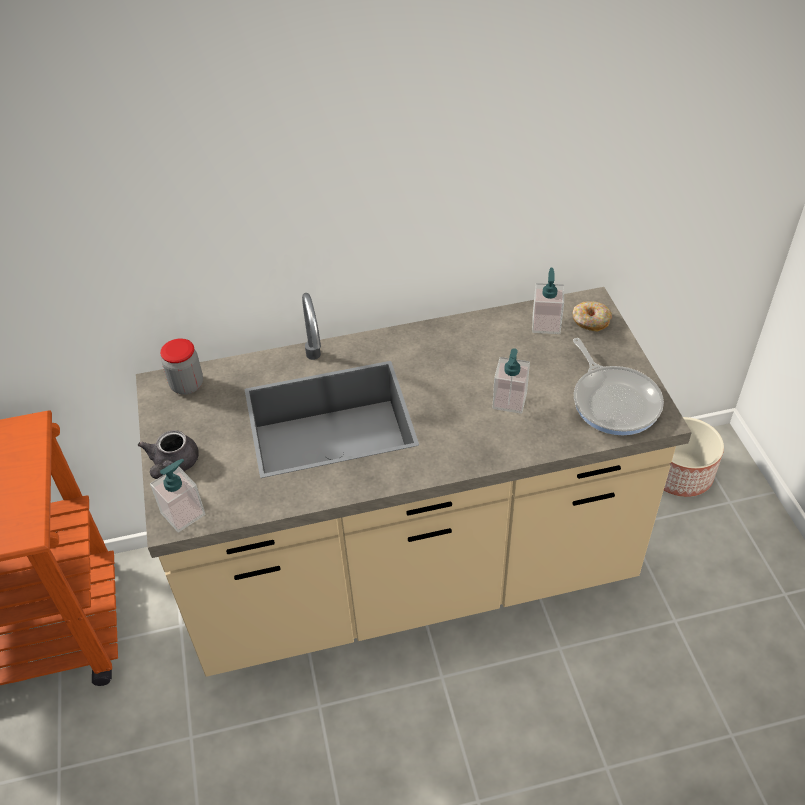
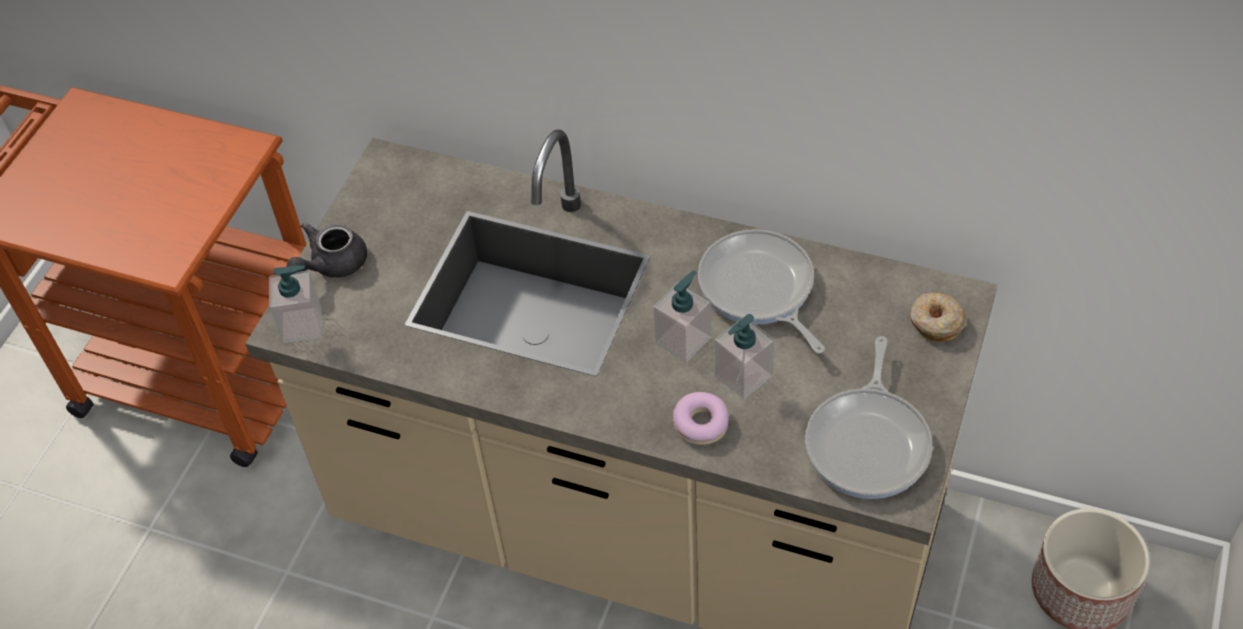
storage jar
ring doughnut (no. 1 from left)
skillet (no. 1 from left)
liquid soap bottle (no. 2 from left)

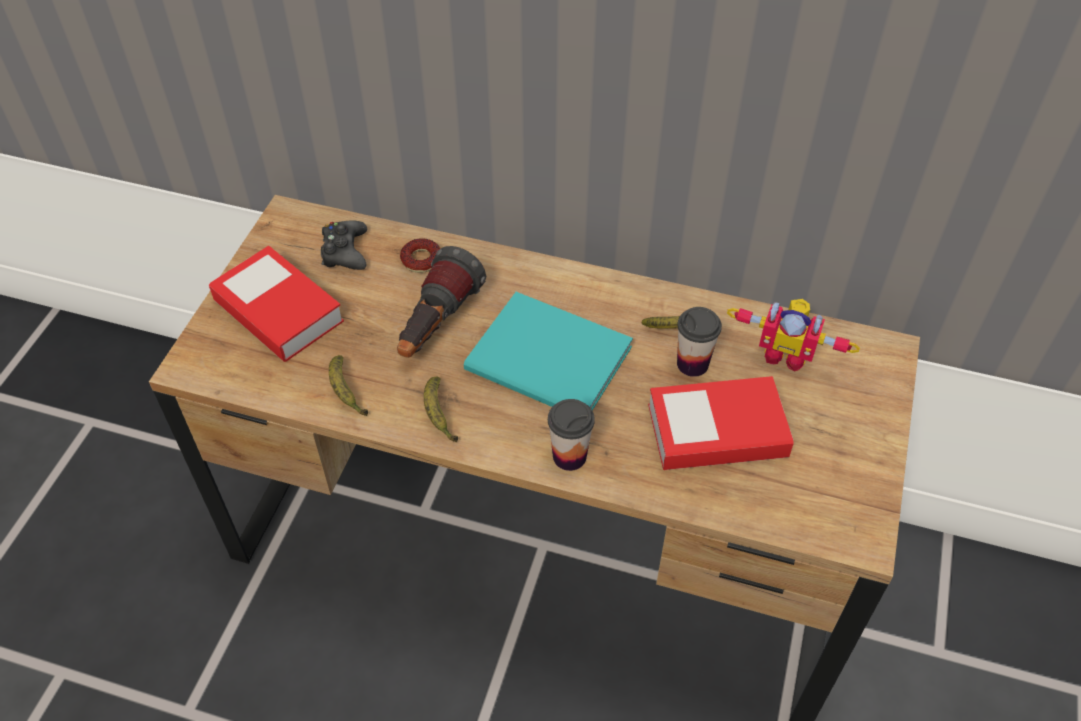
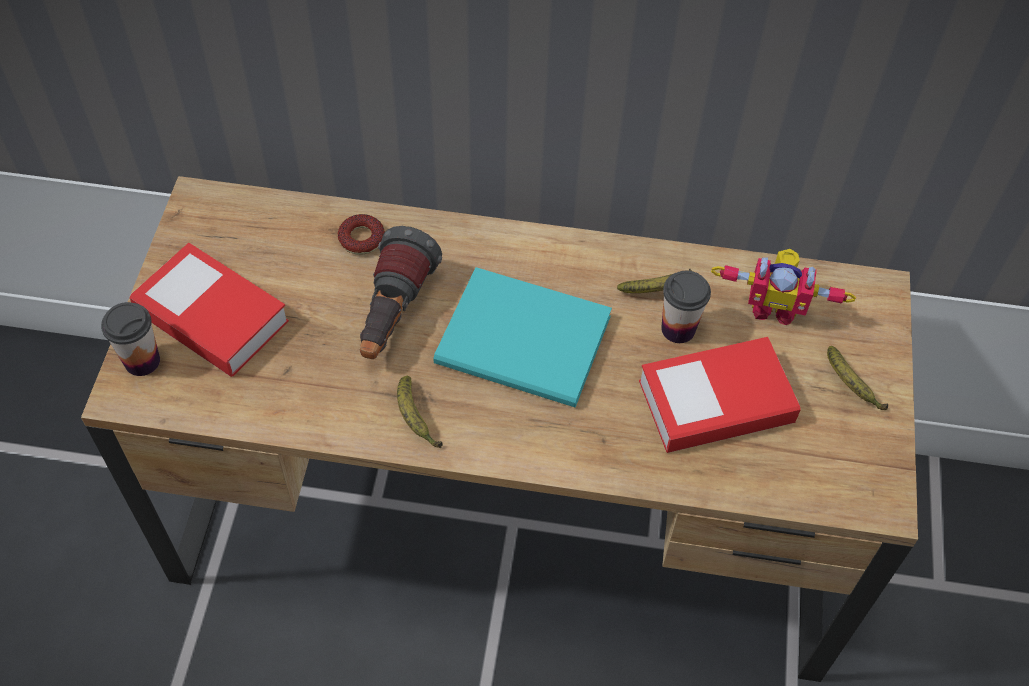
black gamepad
whole banana (no. 3 from left)
cup (no. 1 from left)

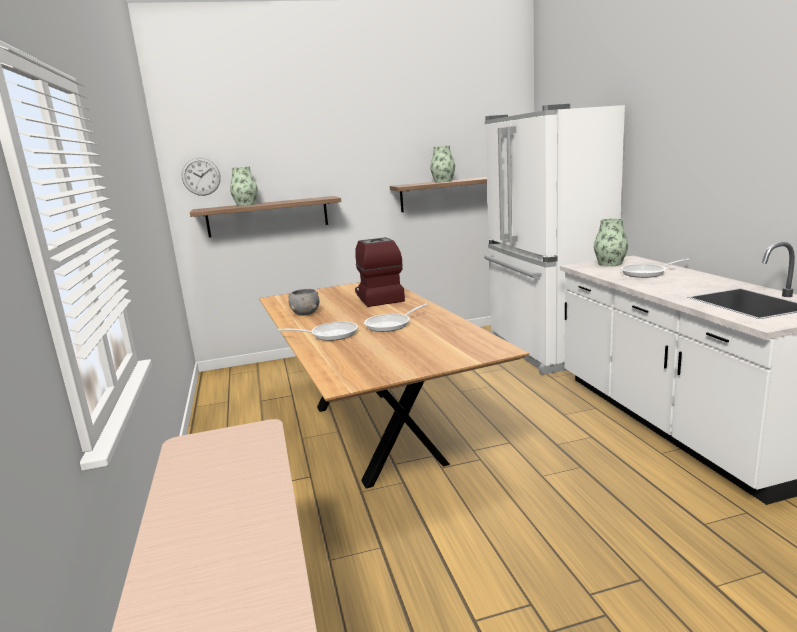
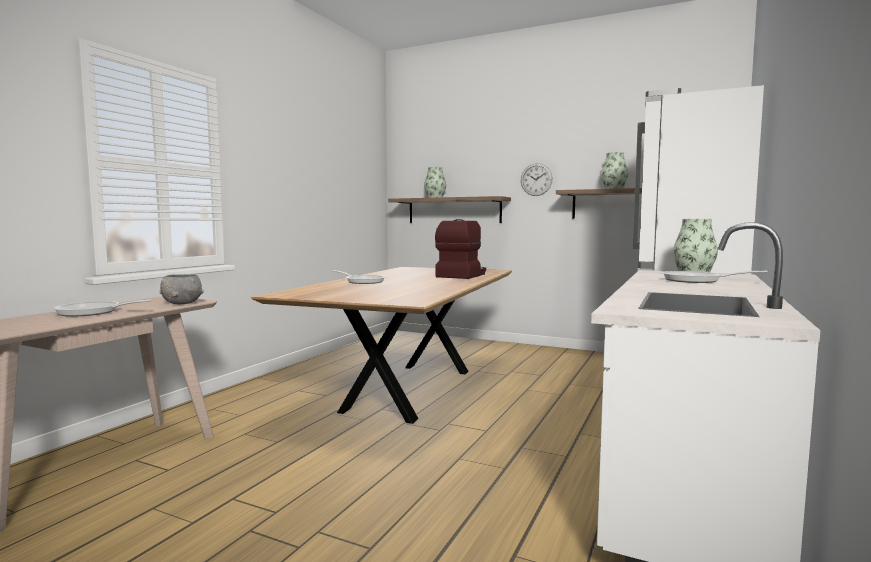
clock on the wall
grey deep dish
skillet (no. 1 from left)

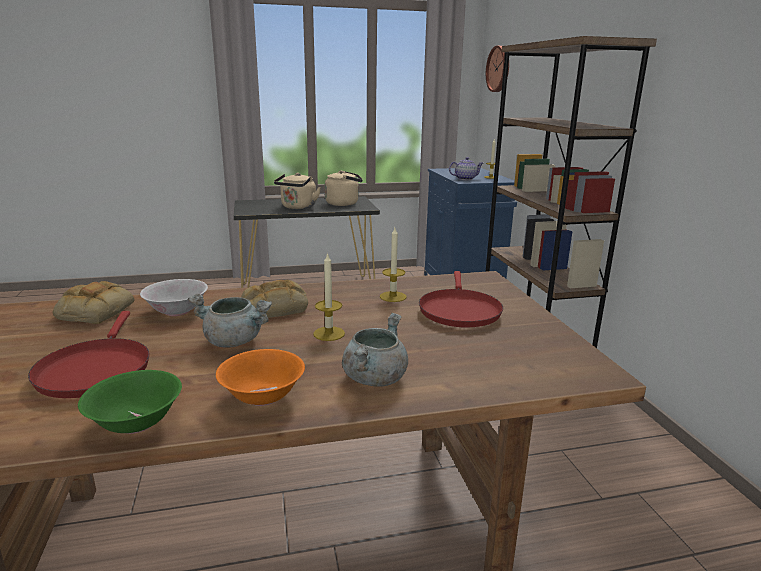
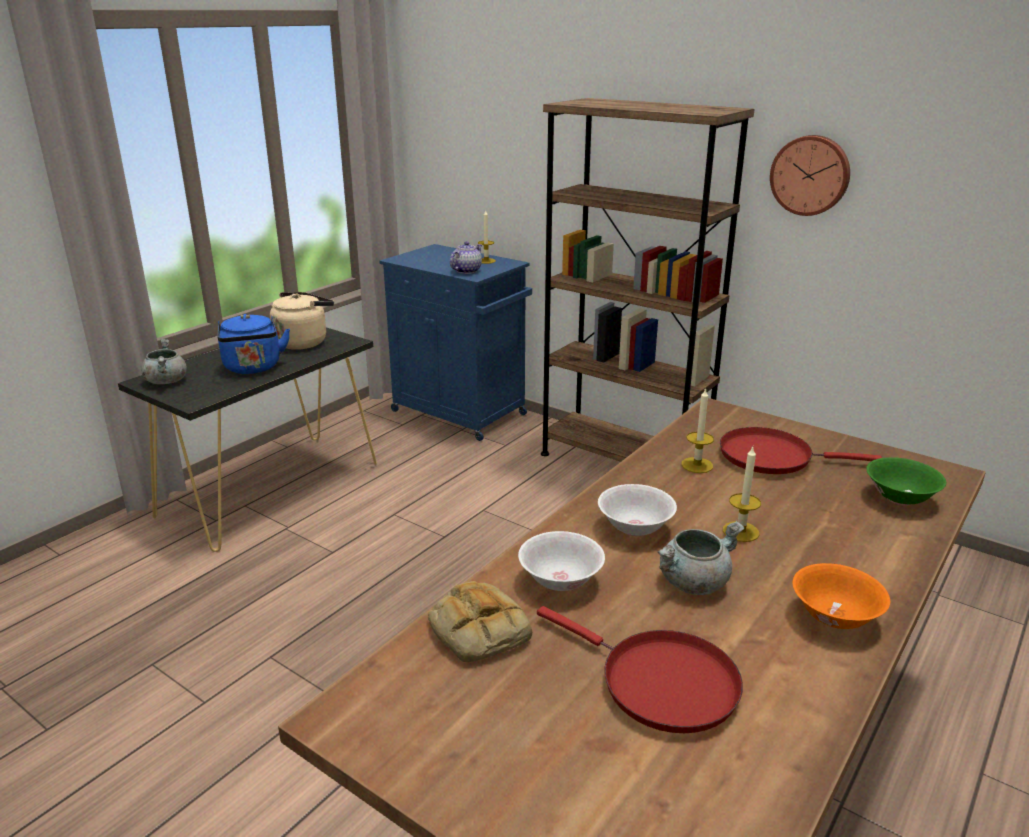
greenish deep dish
grey cooking pot (no. 1 from left)
clock on the wall
white-coloured deep dish (no. 2 from left)
blue water kettle
red-coloured skillet (no. 2 from left)

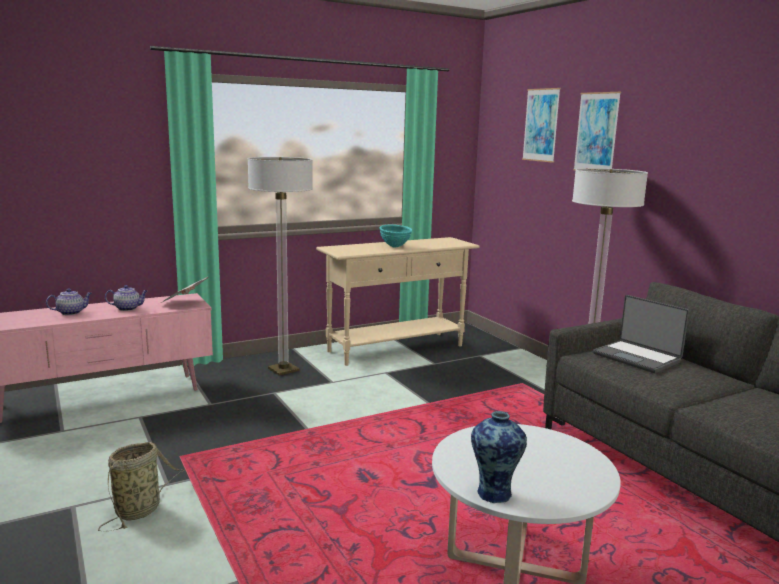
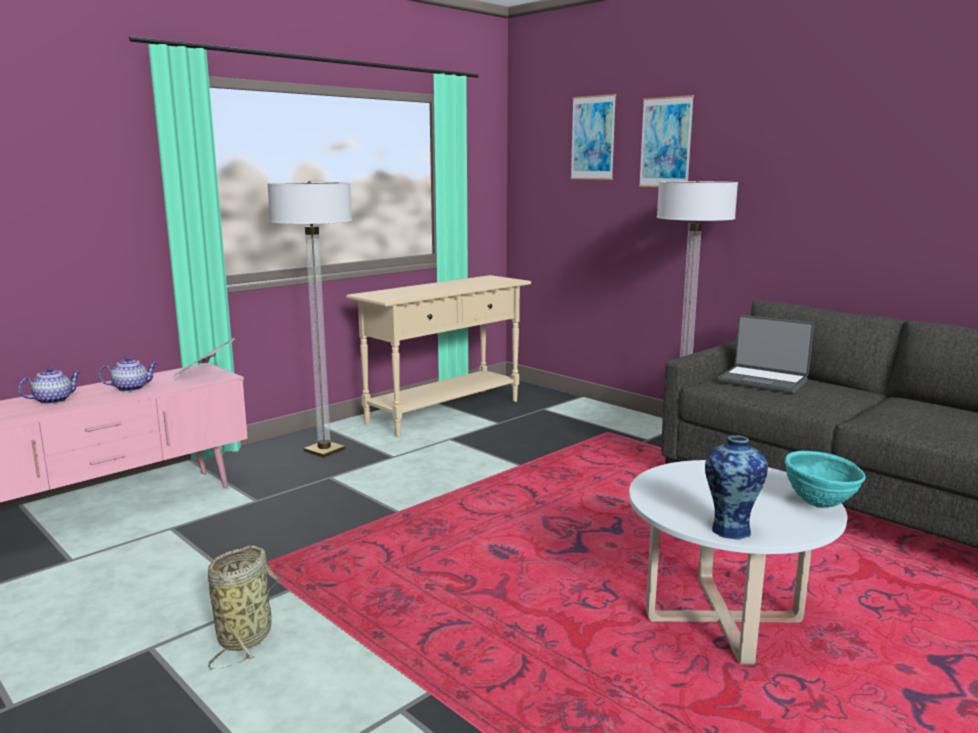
turquoise deep dish

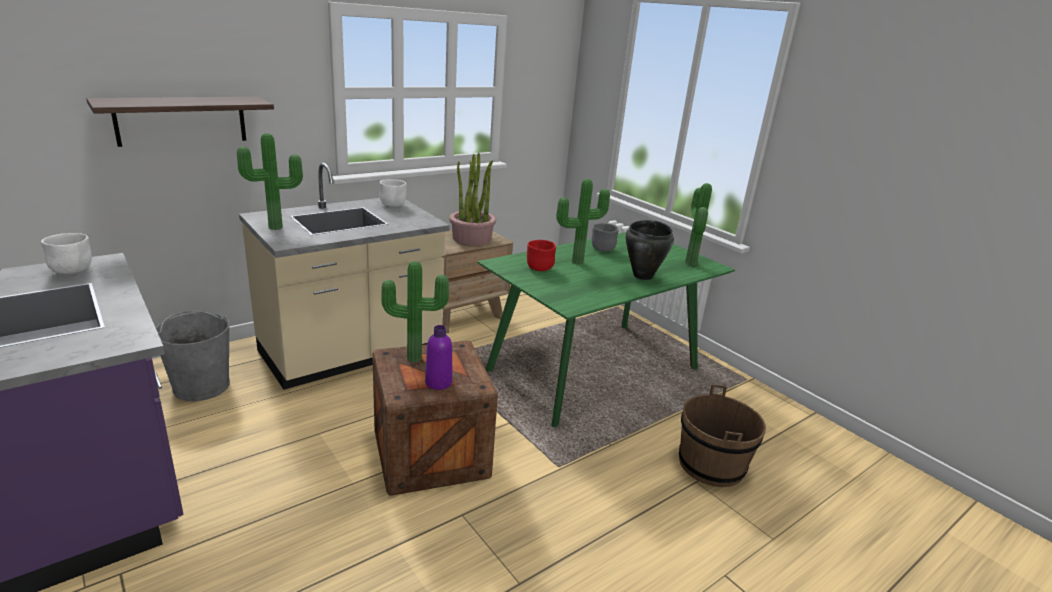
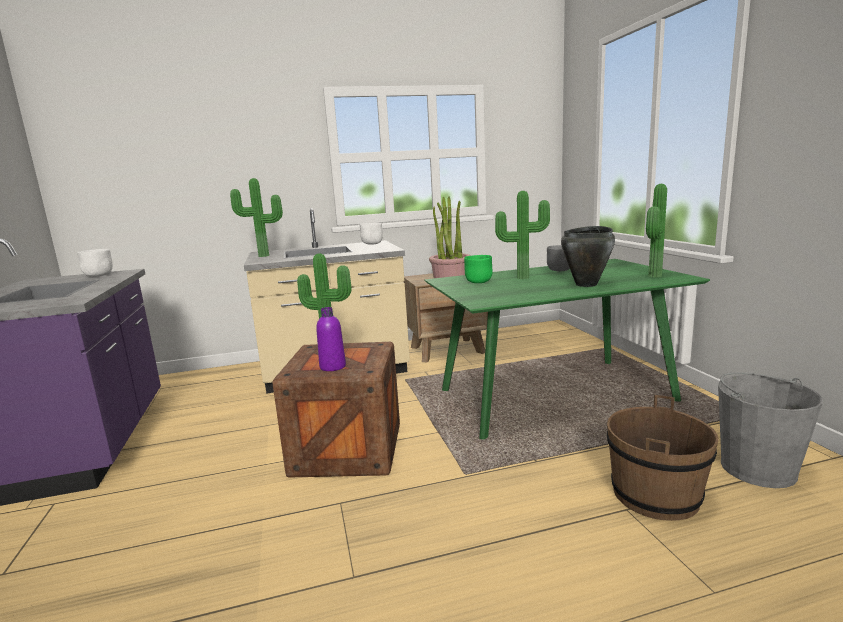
shelf
grey bucket
greenish deep dish

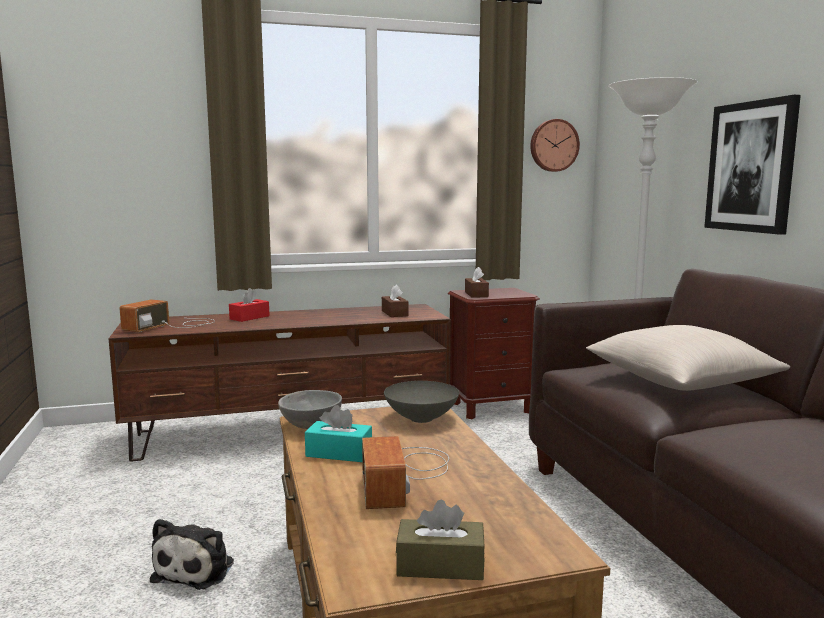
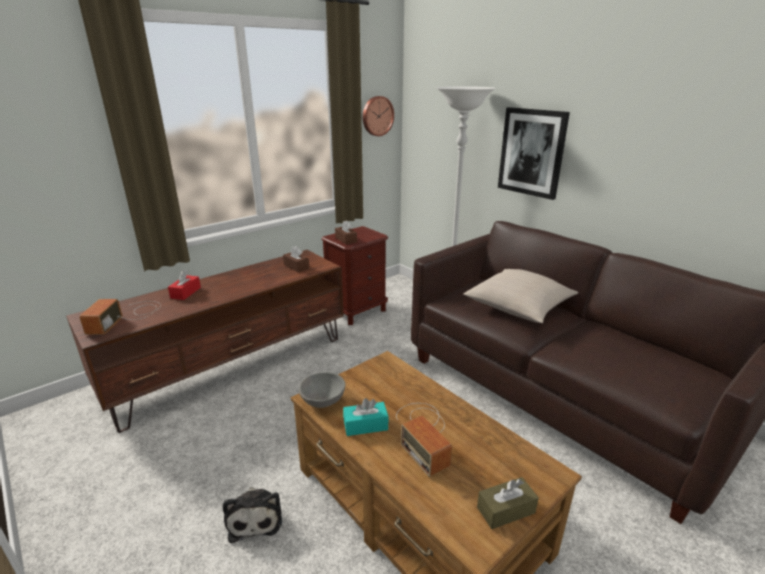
grey deep dish (no. 2 from left in the first image)

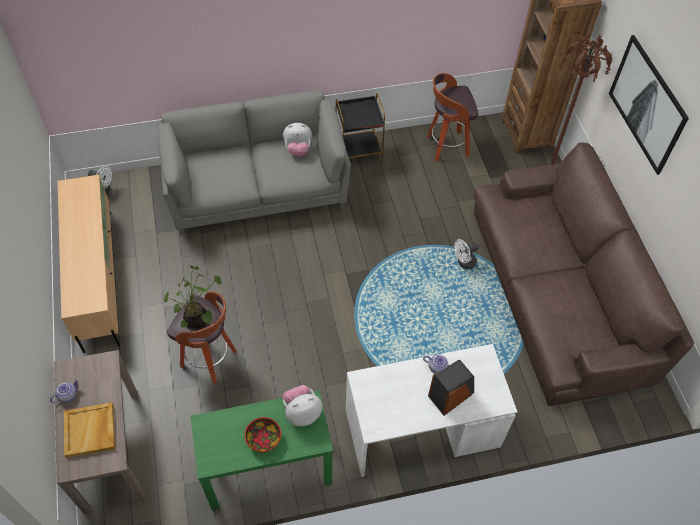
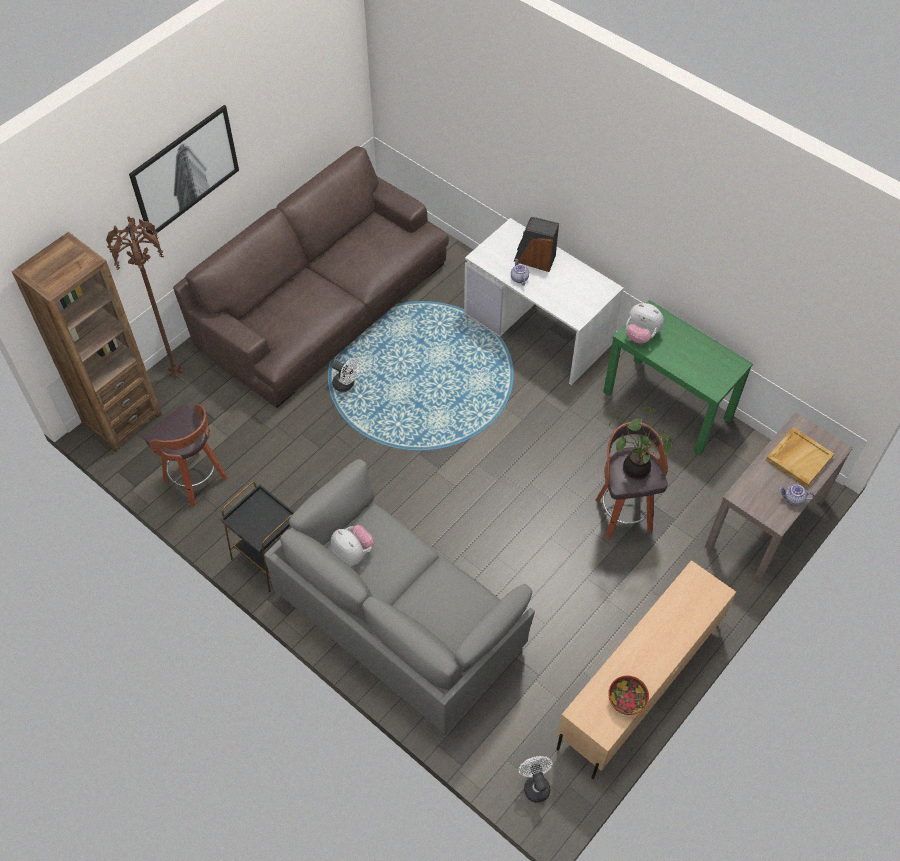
deep dish

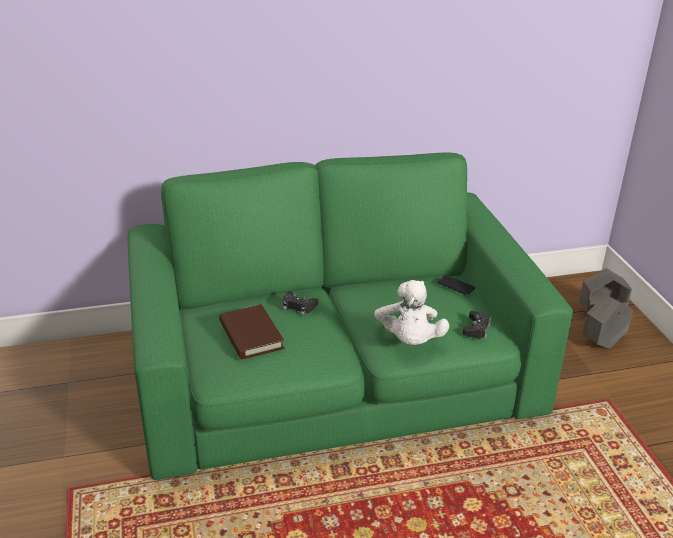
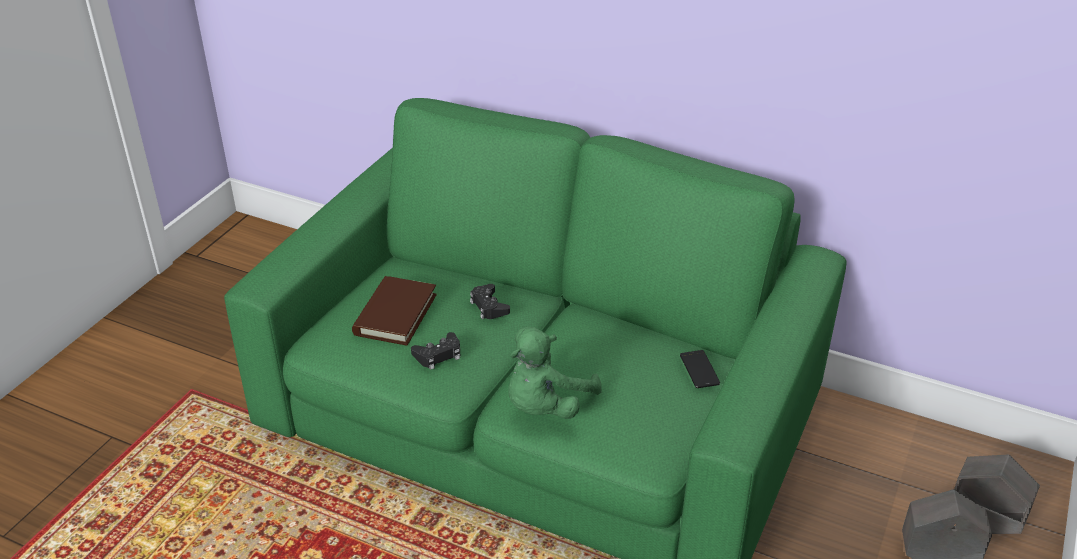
black gamepad (no. 1 from left)
greenish soft toy

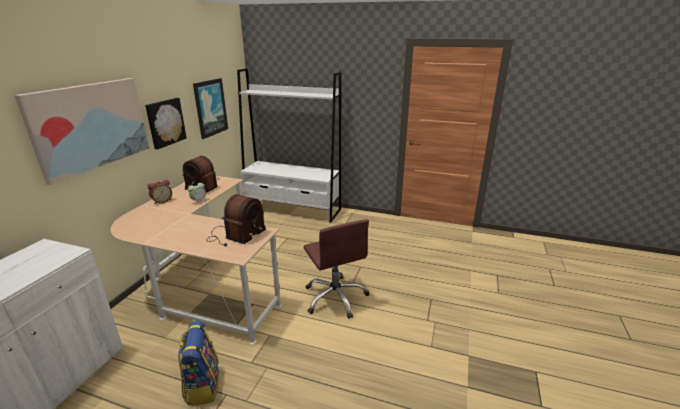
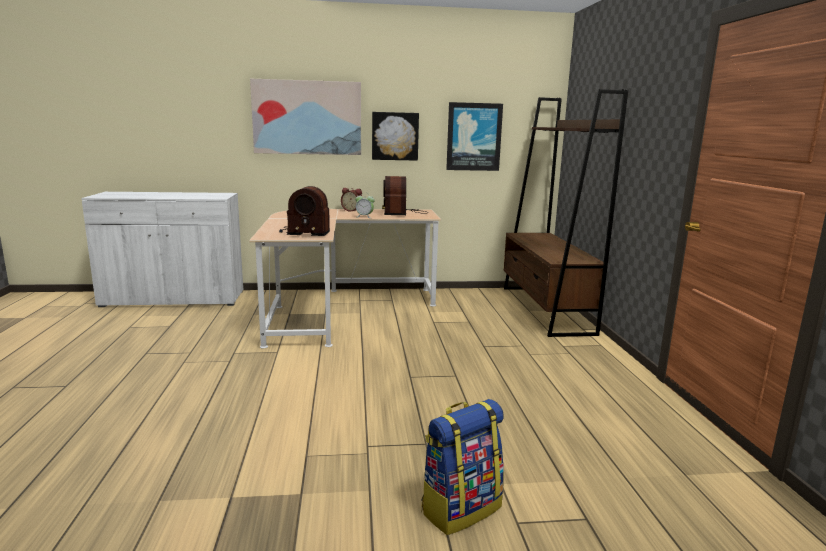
brown computer chair
knapsack
brown bookcase

